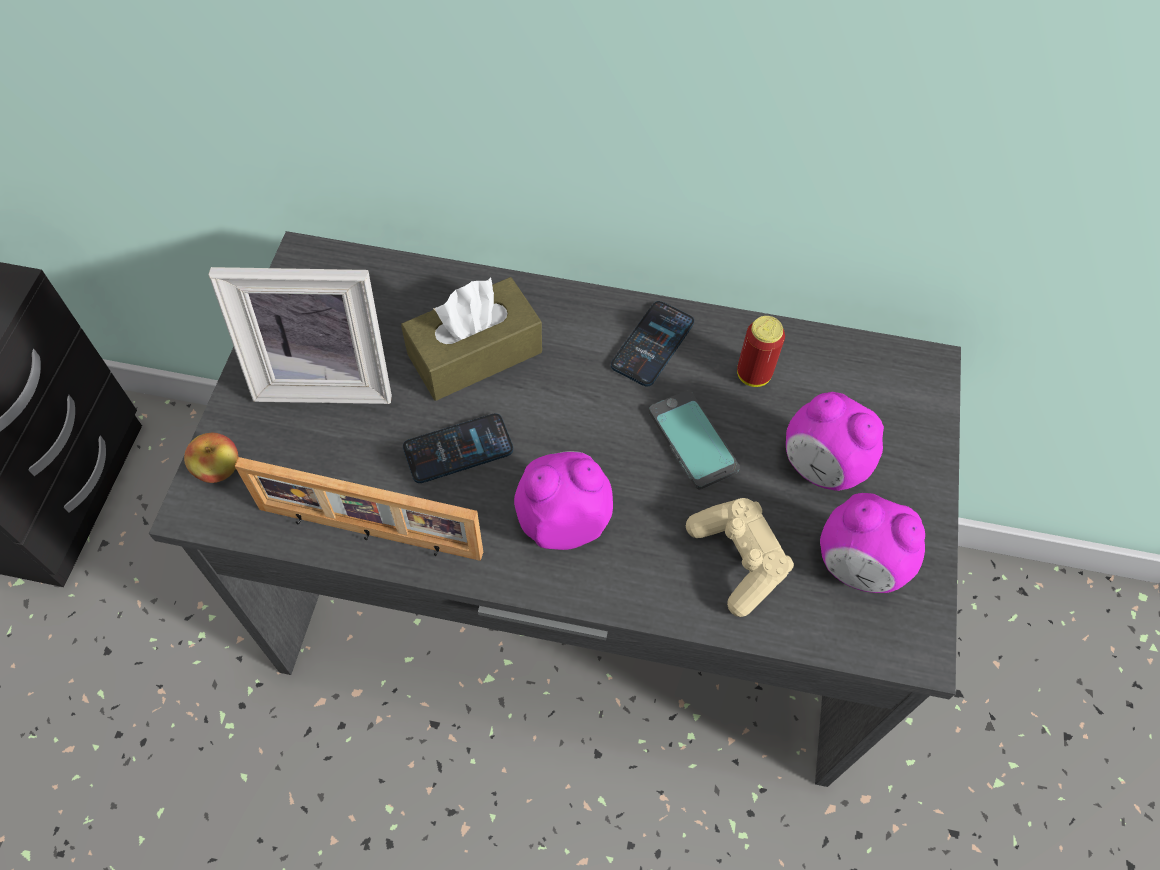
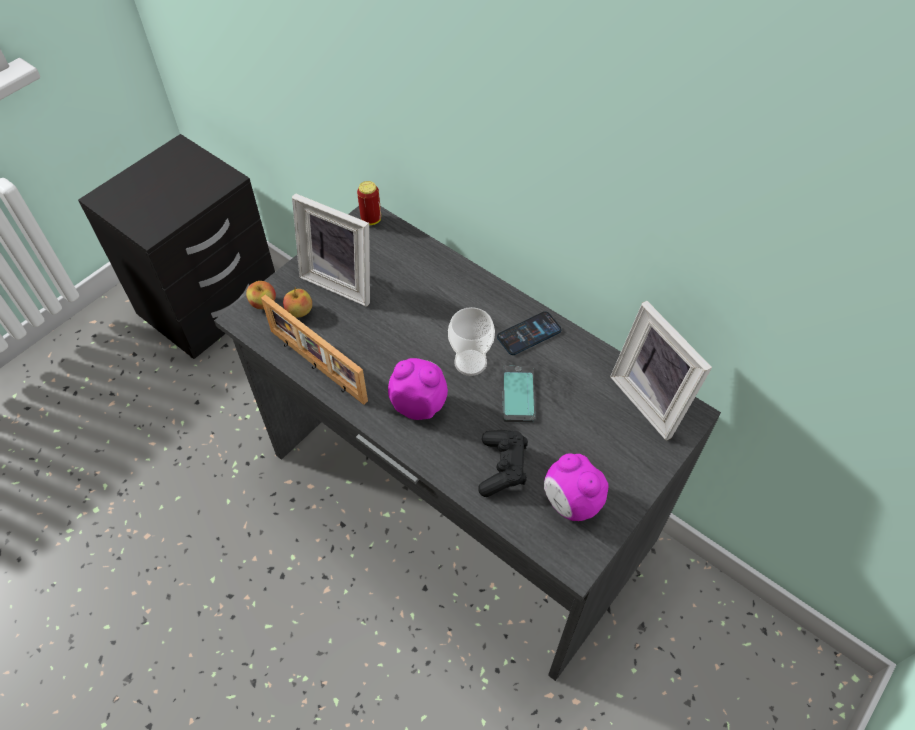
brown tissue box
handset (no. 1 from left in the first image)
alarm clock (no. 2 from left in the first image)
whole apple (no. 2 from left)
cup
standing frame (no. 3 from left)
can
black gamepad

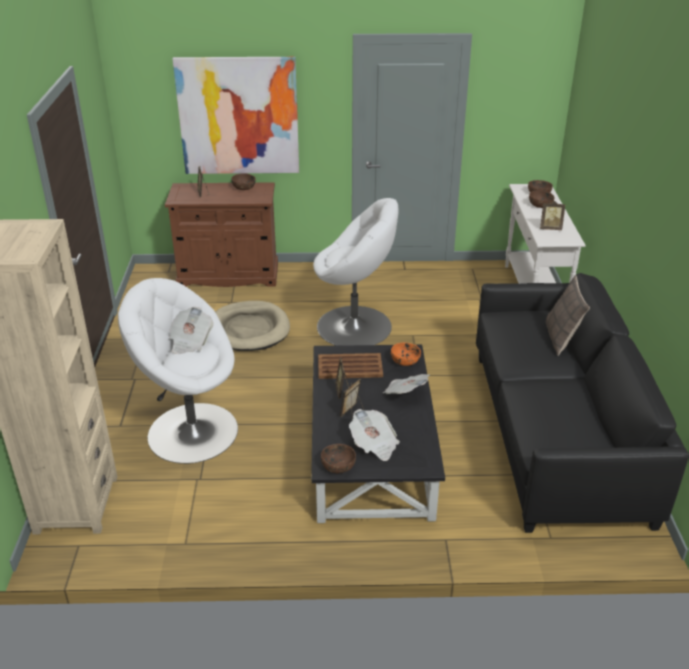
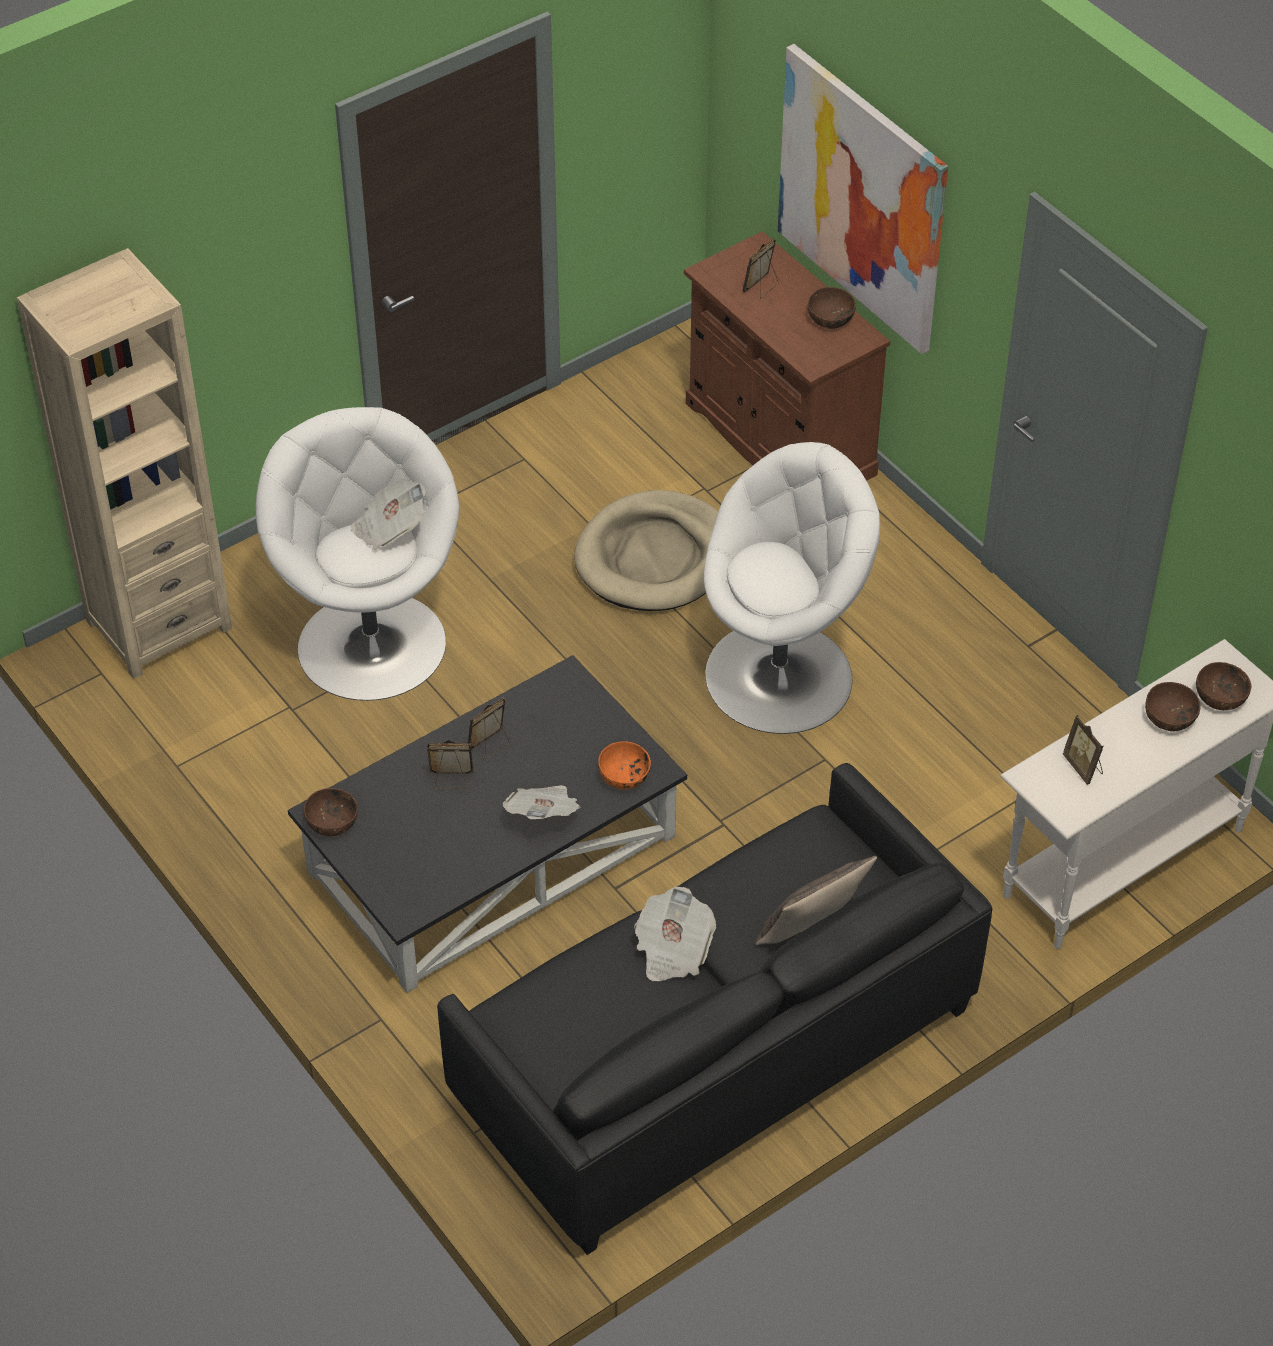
brown tray
newspaper (no. 3 from left)
white-coloured lounge chair (no. 2 from left)

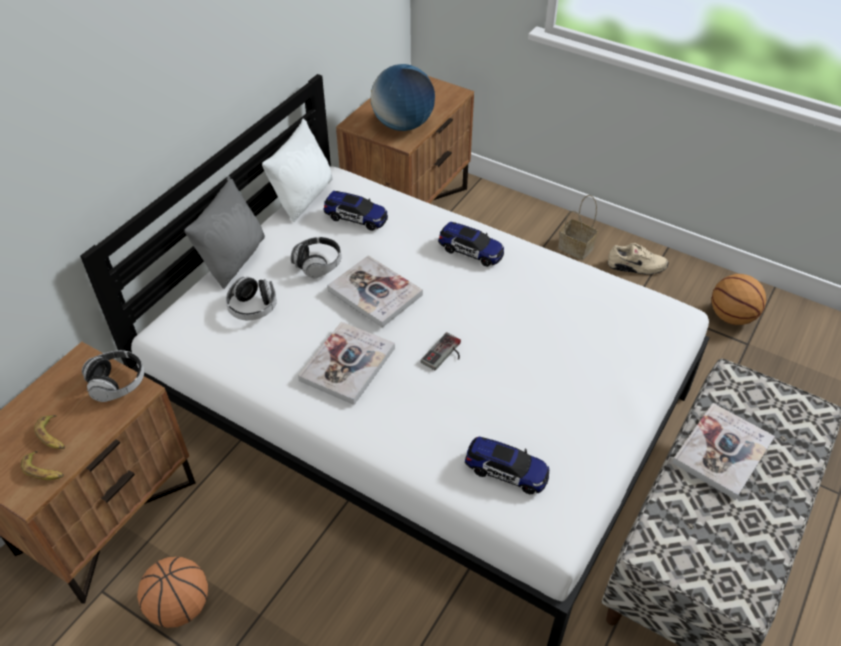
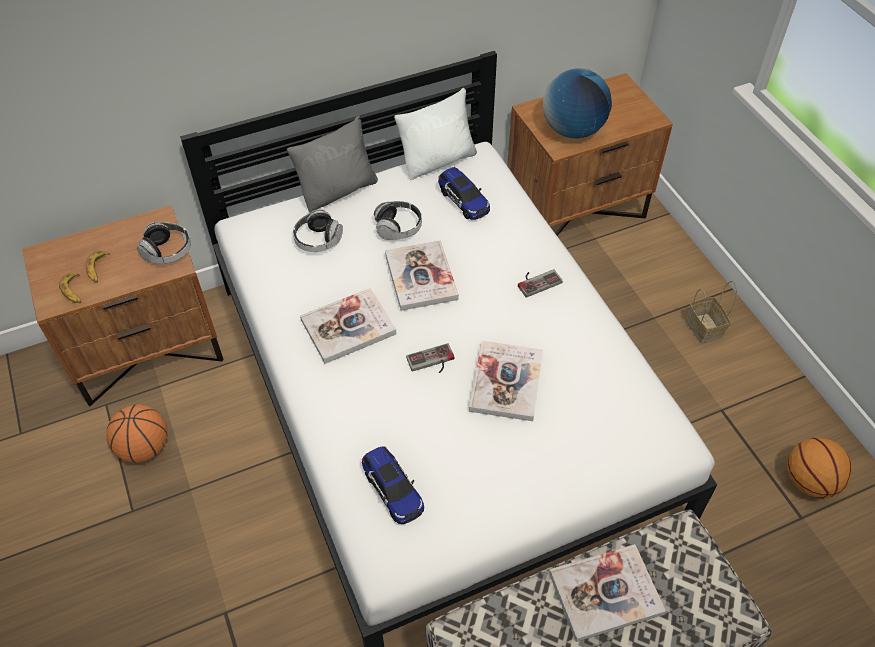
beige low shoe
volume (no. 3 from left)
gamepad (no. 2 from left)

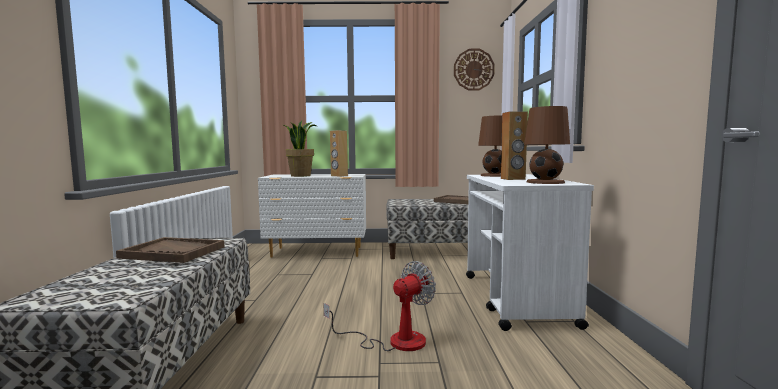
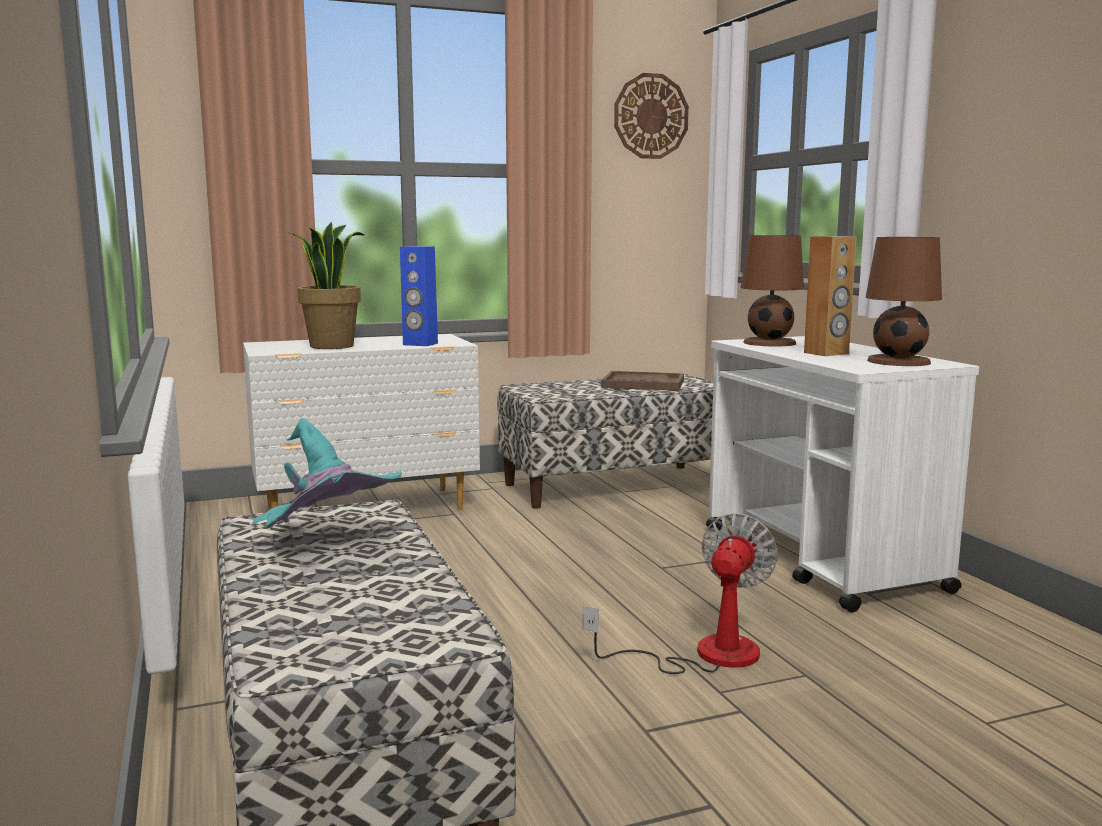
turquoise hat
blue speaker

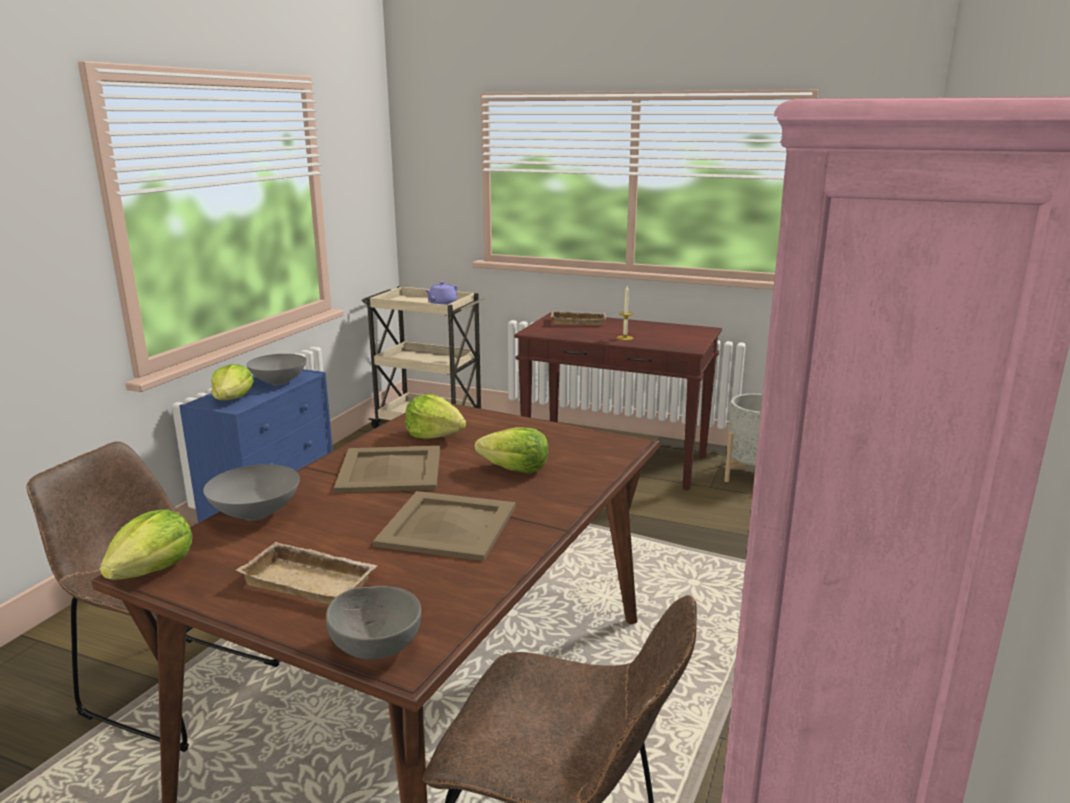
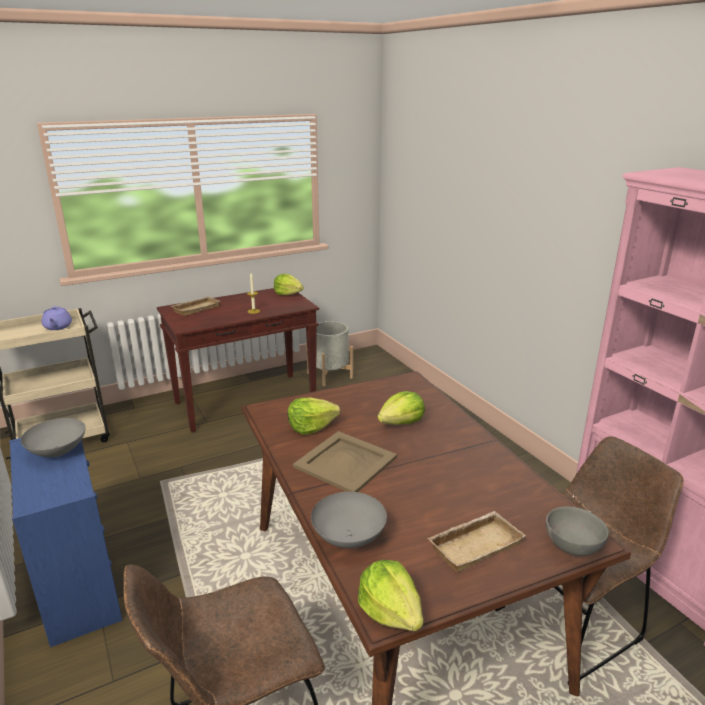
beige tray (no. 3 from left in the first image)
lettuce head (no. 1 from left)

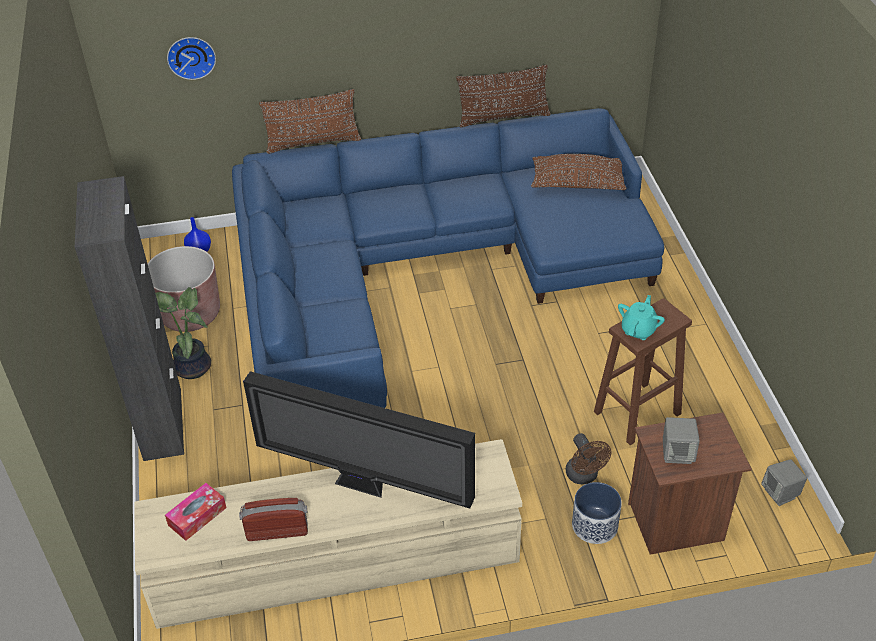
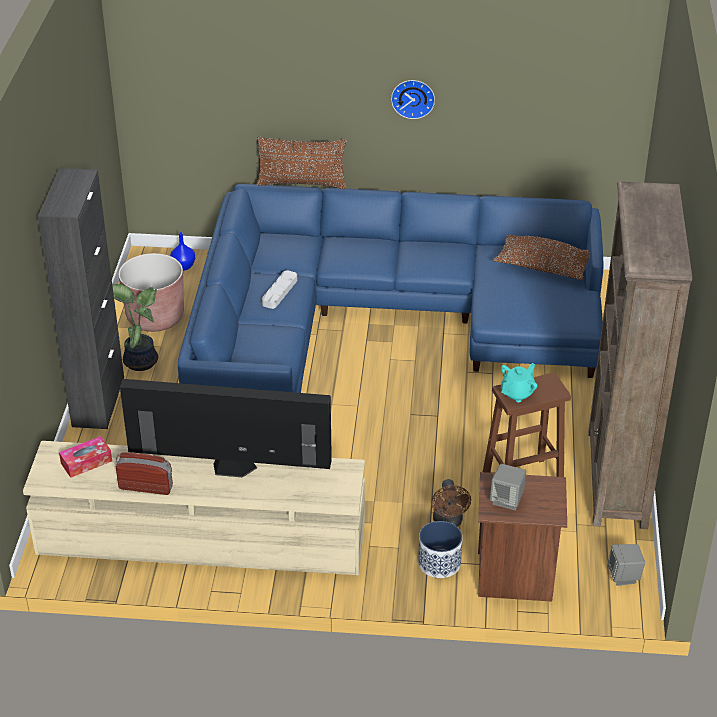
brown cushion (no. 2 from left in the first image)
grey tray
brown bookcase
clock on the wall
TV

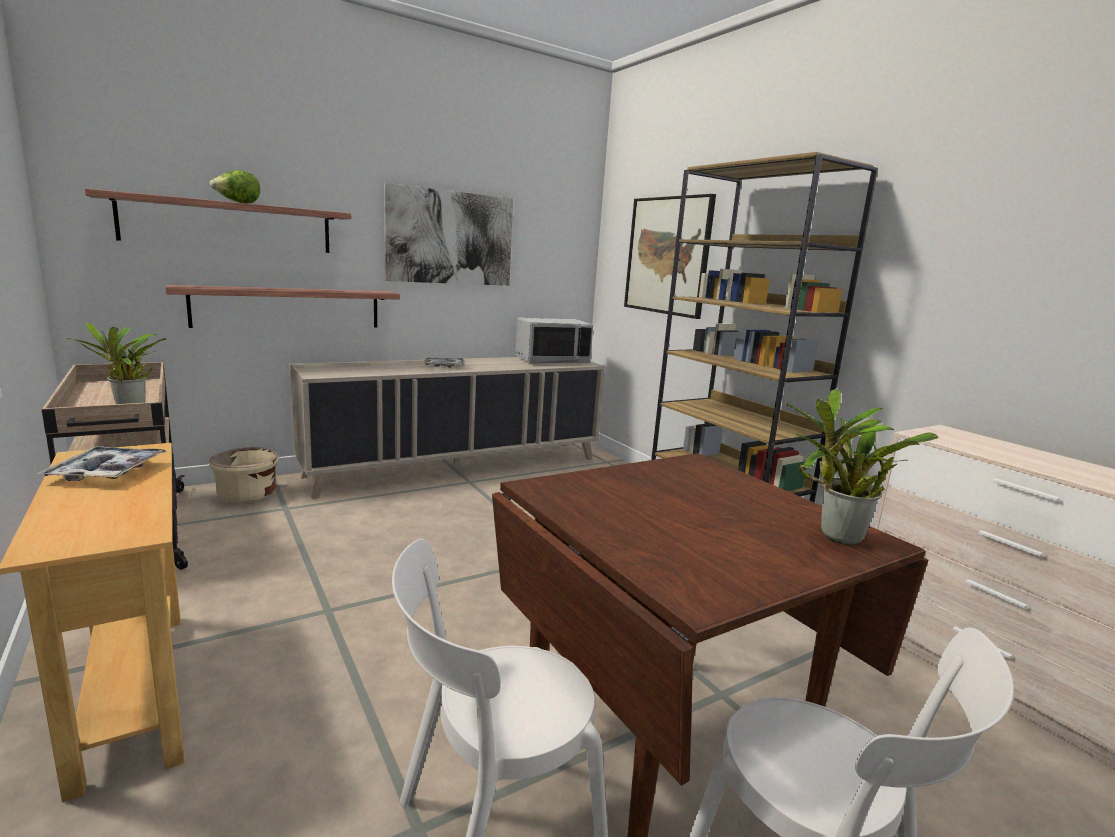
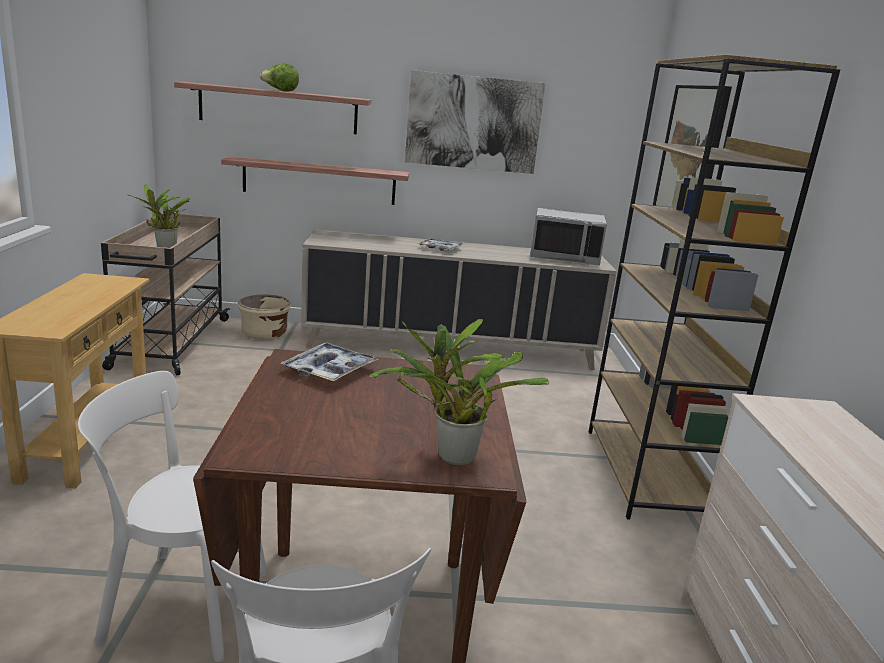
tray (no. 1 from left)

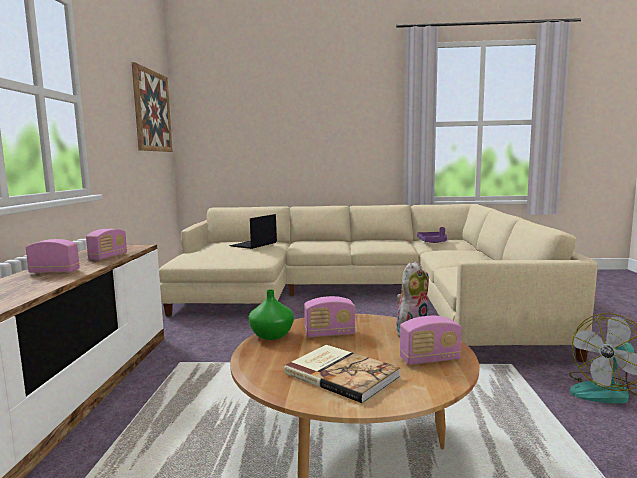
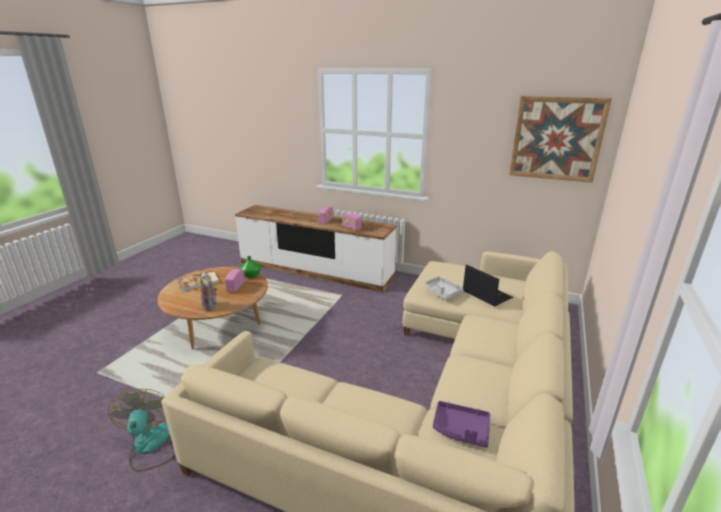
radio set (no. 4 from left in the first image)
grey tray

